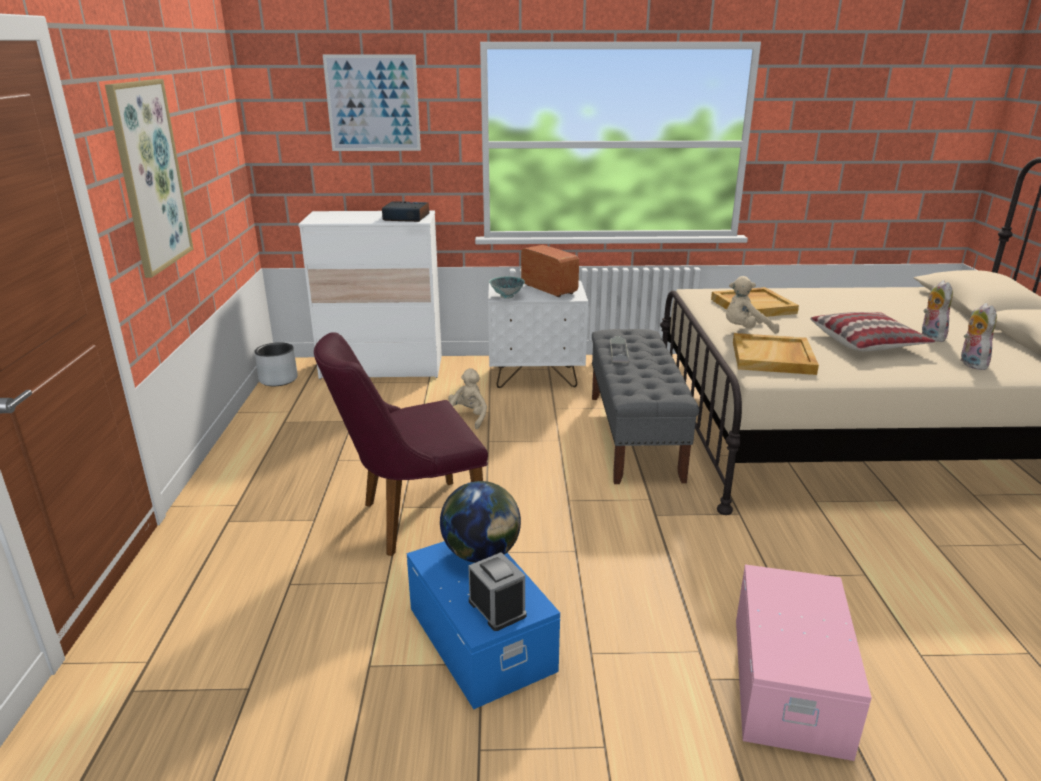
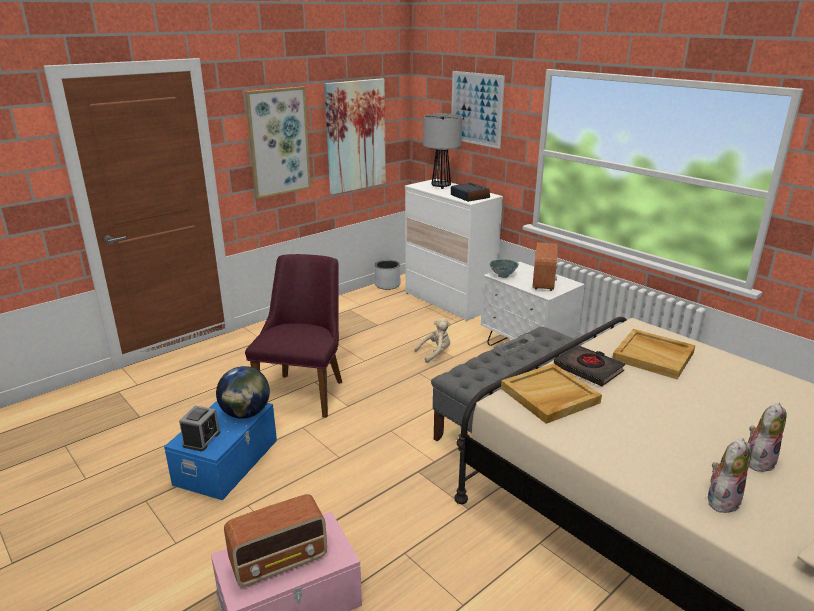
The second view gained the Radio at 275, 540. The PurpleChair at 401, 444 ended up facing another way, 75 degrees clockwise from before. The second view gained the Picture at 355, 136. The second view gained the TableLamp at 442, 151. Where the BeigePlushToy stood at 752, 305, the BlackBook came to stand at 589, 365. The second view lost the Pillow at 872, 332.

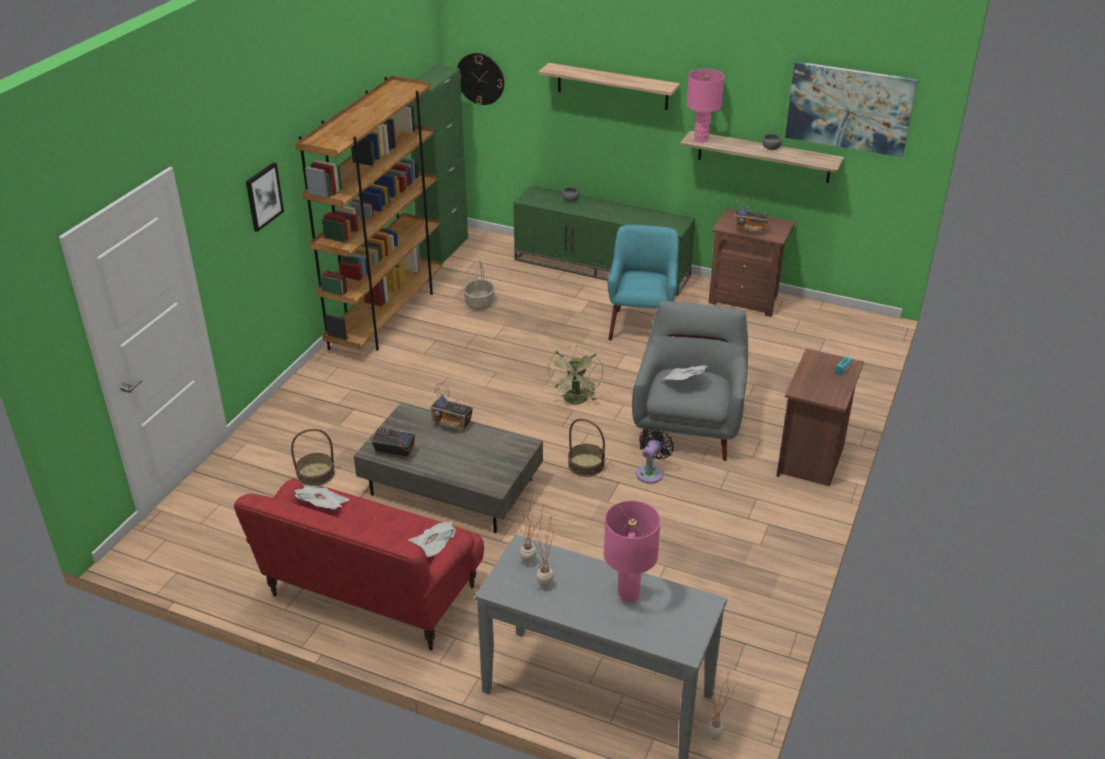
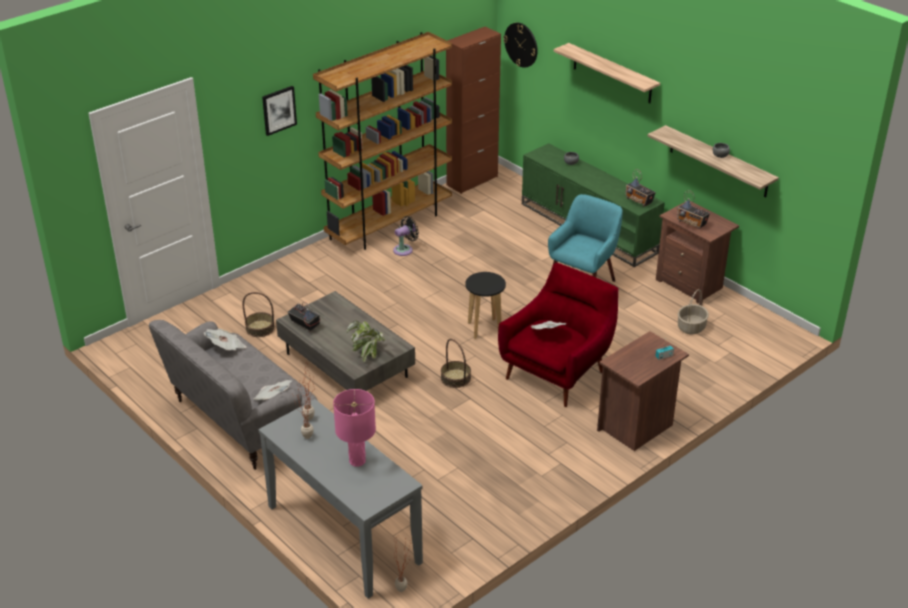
What was the RedSofa at 359, 565 turned into the GreySofa at 233, 395. The second view gained the PottedPlant at 366, 341. The BlackFan ended up elsewhere, having gone from 655, 455 to 406, 236. What was the GreenCabinet at 437, 164 turned into the BrownCabinet at 473, 110. Where the GreenFan stood at 575, 374, the BlackStool came to stand at 485, 305. What was the GreyArmchair at 690, 381 turned into the RedArmchair at 558, 335. The Radio ended up elsewhere, having gone from 451, 407 to 640, 188. The Basket ended up elsewhere, having gone from 479, 285 to 693, 311. The second view lost the PinkTableLamp at 705, 105. The second view lost the Picture at 851, 109.

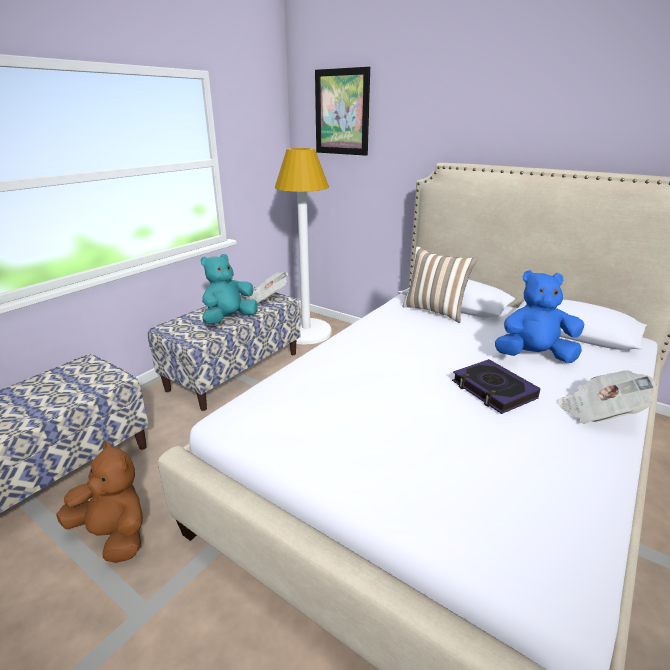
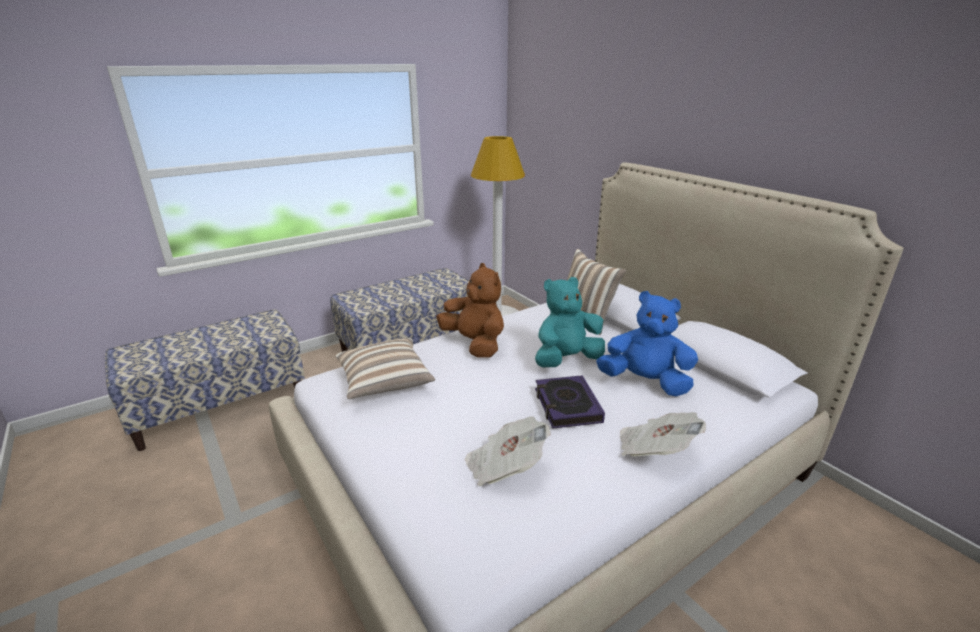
The second view gained the Pillow at 385, 368. The BrownPlushToy ended up elsewhere, having gone from 99, 502 to 470, 310. The Newspaper ended up elsewhere, having gone from 267, 287 to 508, 451. The TurquoisePlushToy ended up elsewhere, having gone from 229, 289 to 570, 322. The second view lost the Picture at 342, 111.

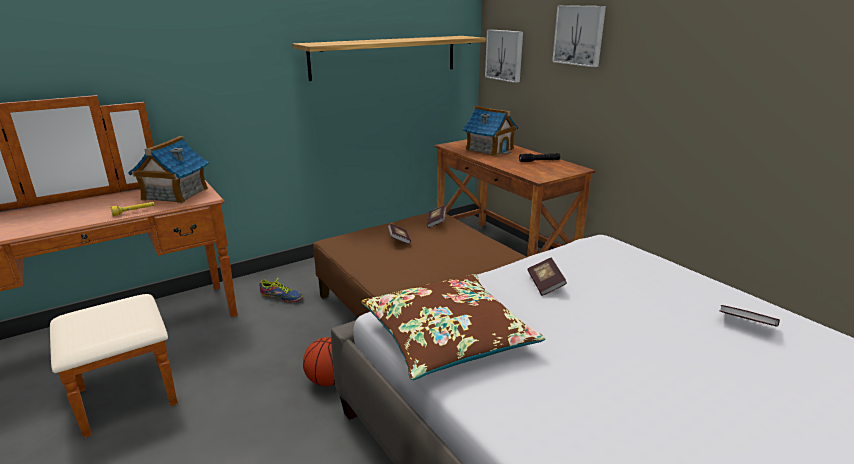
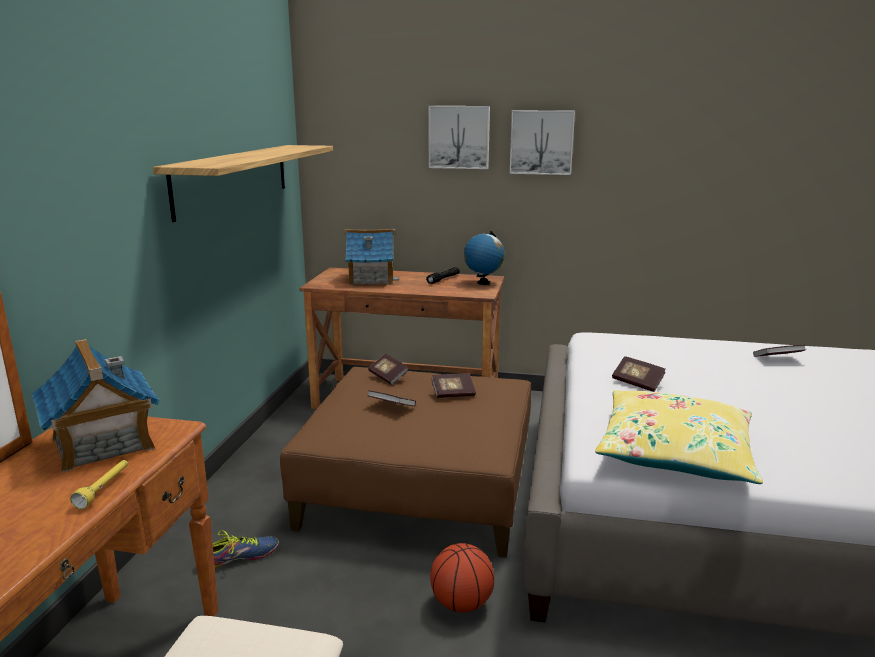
The second view gained the Book at 453, 385. The second view gained the Globe at 484, 258. The Picture ended up elsewhere, having gone from 504, 56 to 542, 142. What was the BrownPillow at 453, 327 turned into the YellowPillow at 679, 437.

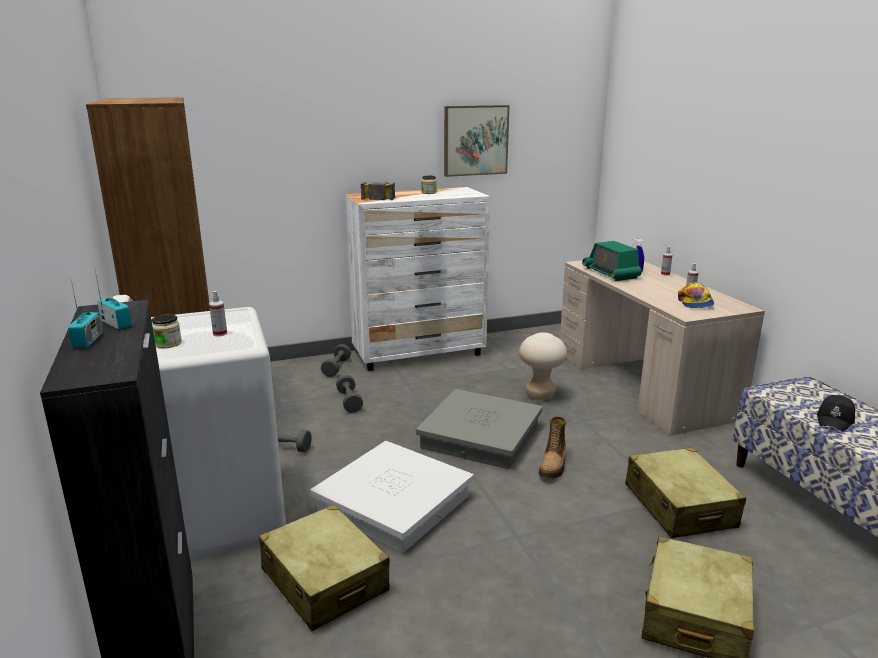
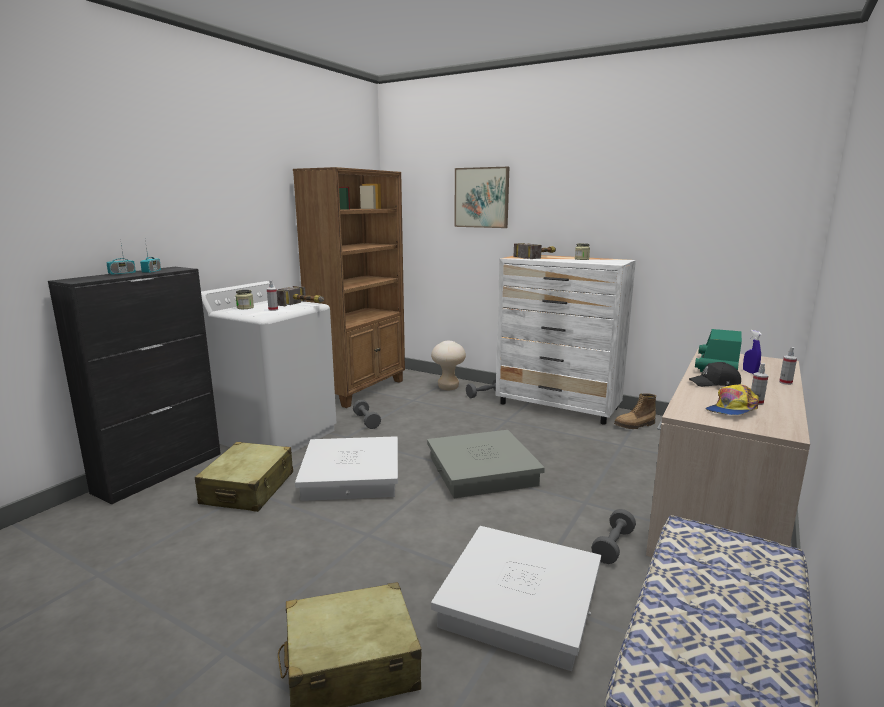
The second view gained the Hammer at 300, 296. The BeigeStool ended up elsewhere, having gone from 543, 366 to 448, 365. Where the BeigeSuitcase stood at 685, 492, the WhiteStorageBox came to stand at 516, 598. The Picture ended up elsewhere, having gone from 477, 141 to 481, 197. The GreyDumbbell ended up elsewhere, having gone from 349, 394 to 613, 536. The Boot ended up elsewhere, having gone from 552, 447 to 635, 411. The BlackCap ended up elsewhere, having gone from 836, 413 to 715, 374.

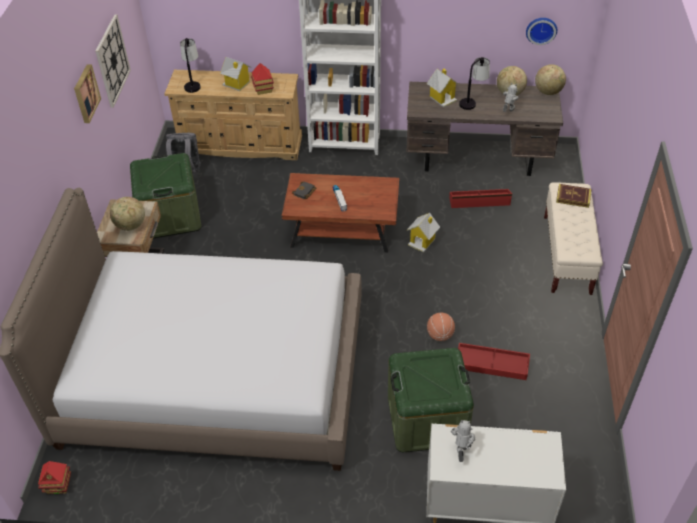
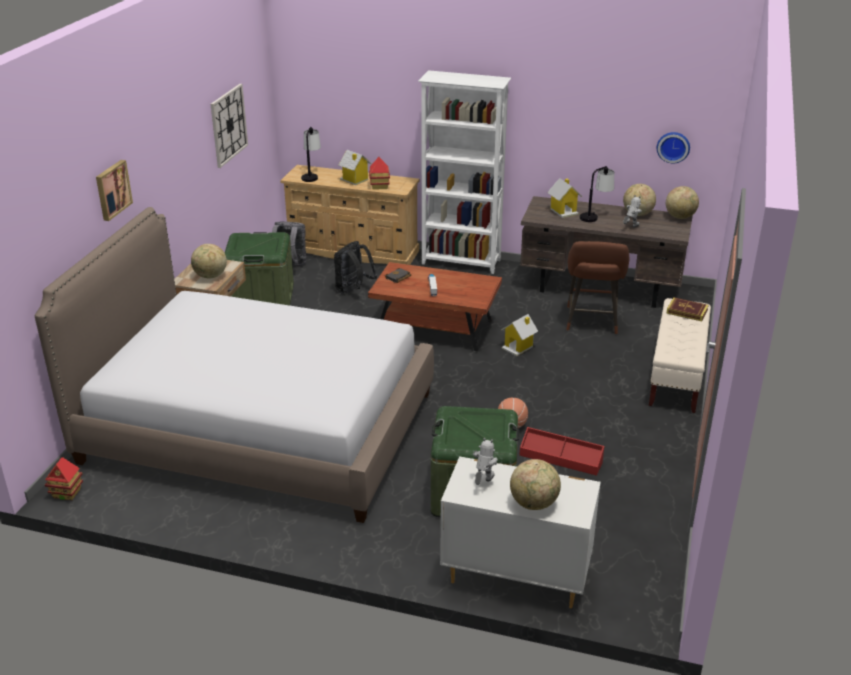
The Picture ended up elsewhere, having gone from 87, 93 to 114, 190. The second view gained the BlackBackpack at 355, 267. The second view gained the Globe at 535, 484. Where the RedStorageBox stood at 480, 198, the BrownStool came to stand at 597, 287.

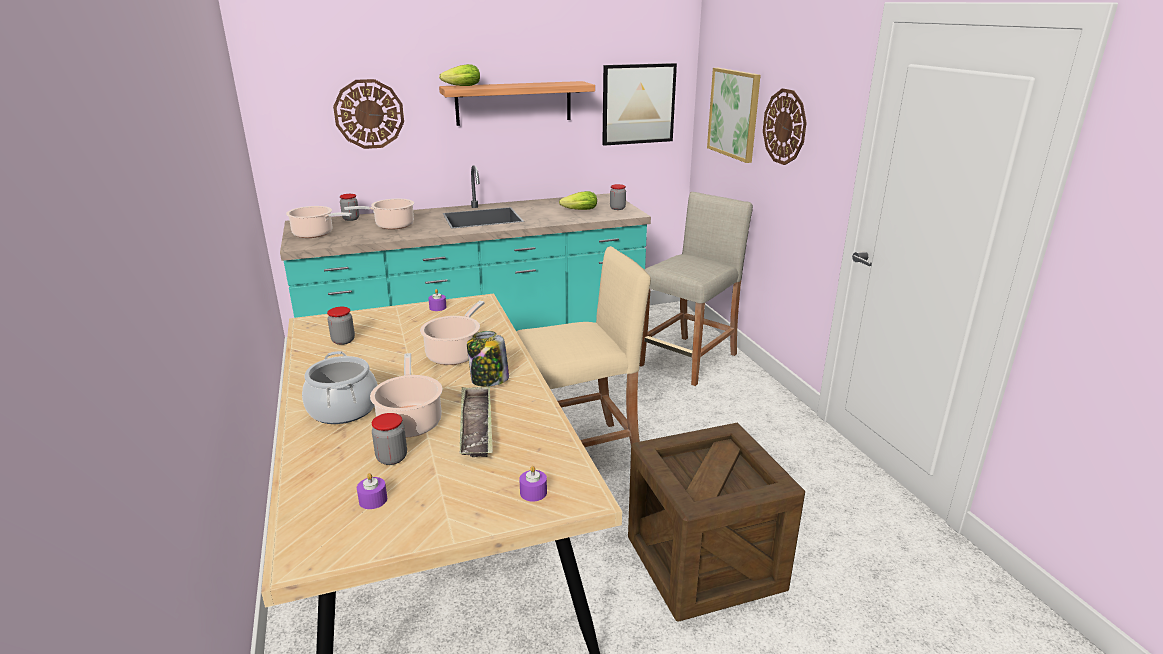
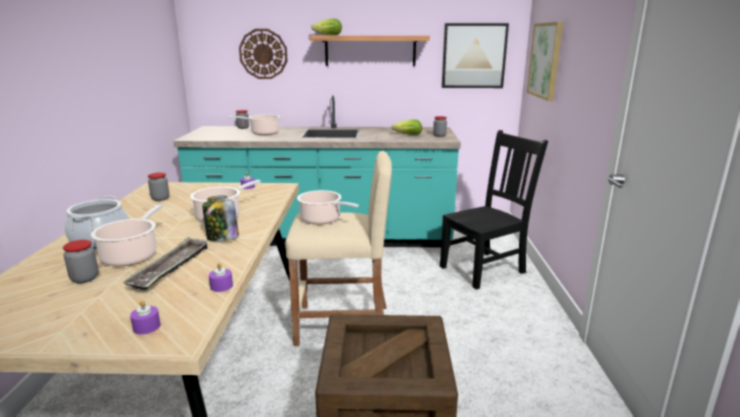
The PurpleCandle ended up elsewhere, having gone from 372, 491 to 221, 277. The CookingPot ended up elsewhere, having gone from 319, 222 to 328, 207. Where the BeigeStool stood at 696, 289, the BlackChair came to stand at 494, 210. The second view lost the WallClock at 785, 126.

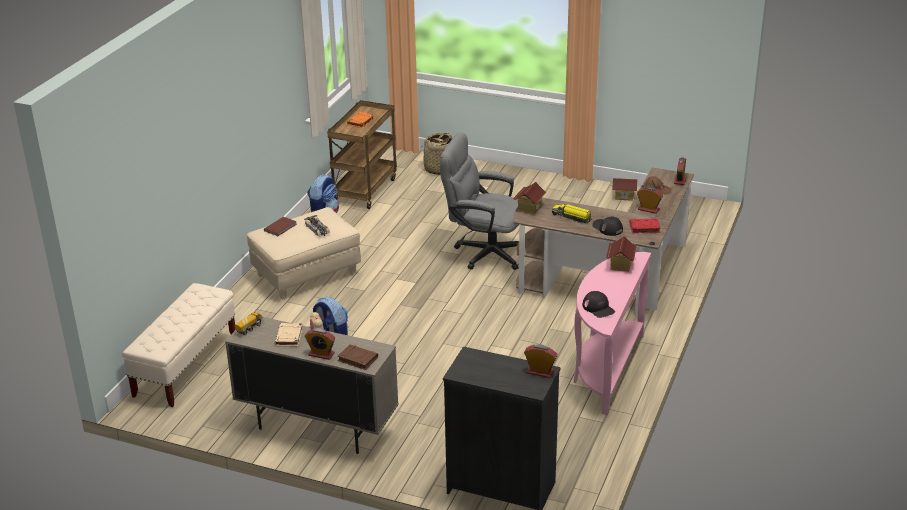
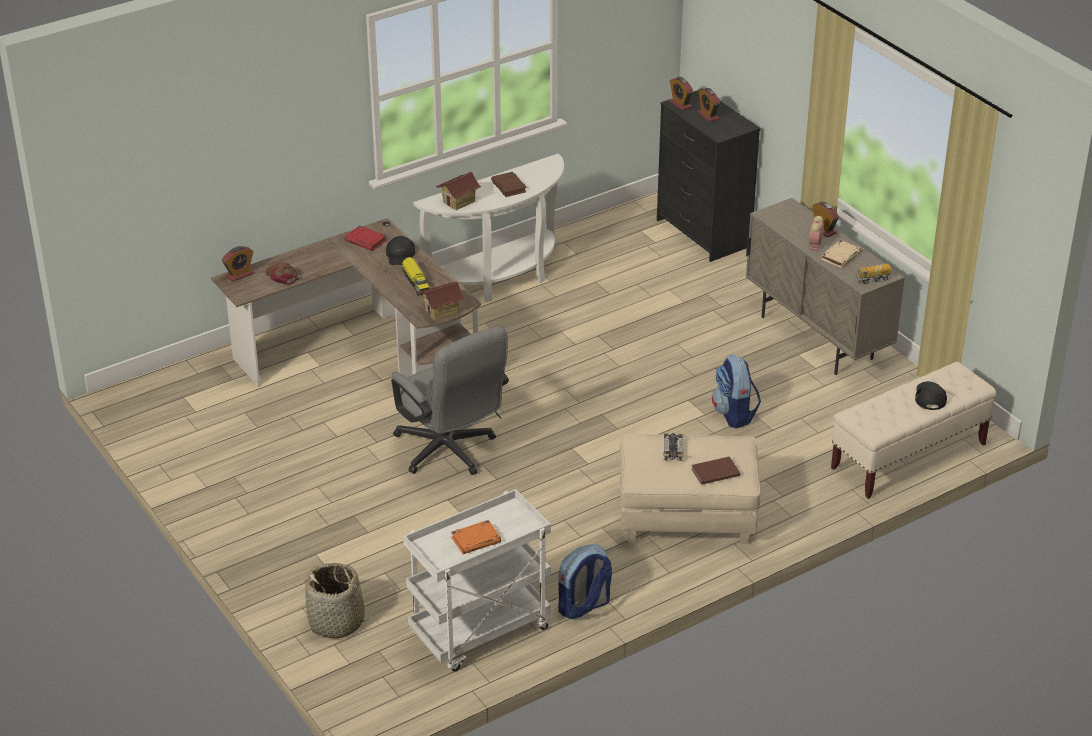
What was the BrownCart at 362, 154 turned into the WhiteCart at 477, 580. What was the PinkConsoleTable at 612, 333 turned into the WhiteConsoleTable at 488, 228. The BrownBook ended up elsewhere, having gone from 357, 357 to 509, 184. The AlarmClock ended up elsewhere, having gone from 650, 200 to 708, 105. The BlackCap ended up elsewhere, having gone from 599, 304 to 931, 395. The second view lost the ToyHouse at 625, 189.

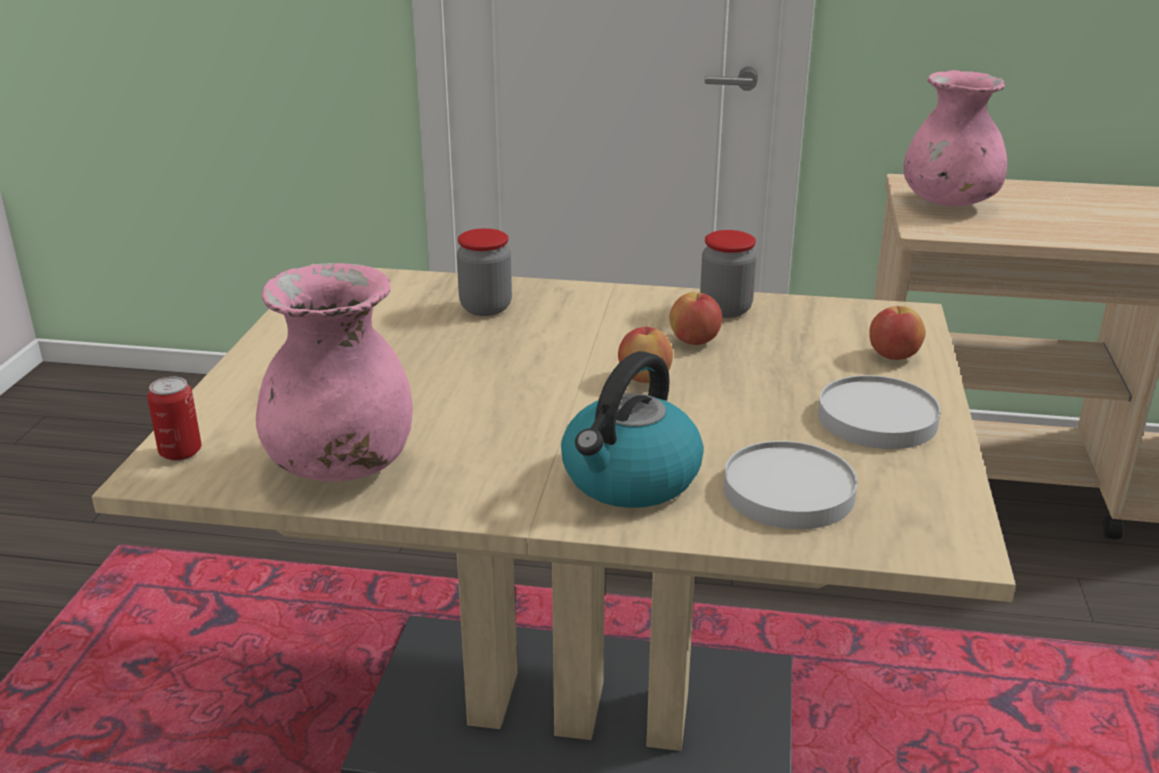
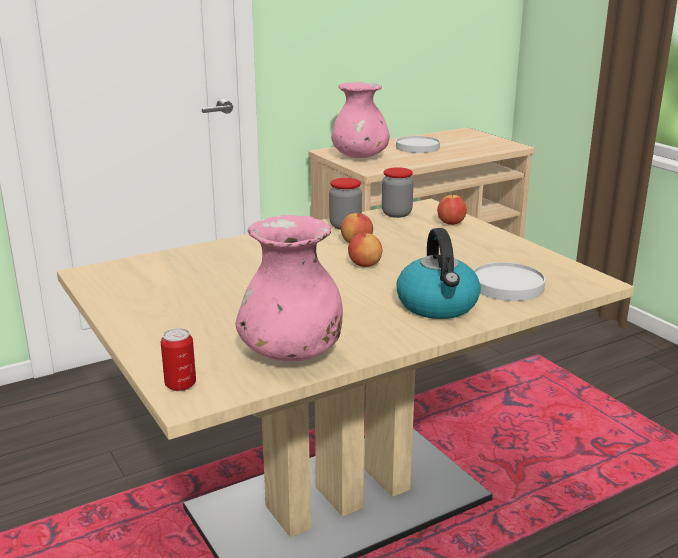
The Jar ended up elsewhere, having gone from 484, 272 to 398, 192. The WhitePlate ended up elsewhere, having gone from 879, 412 to 418, 144.

